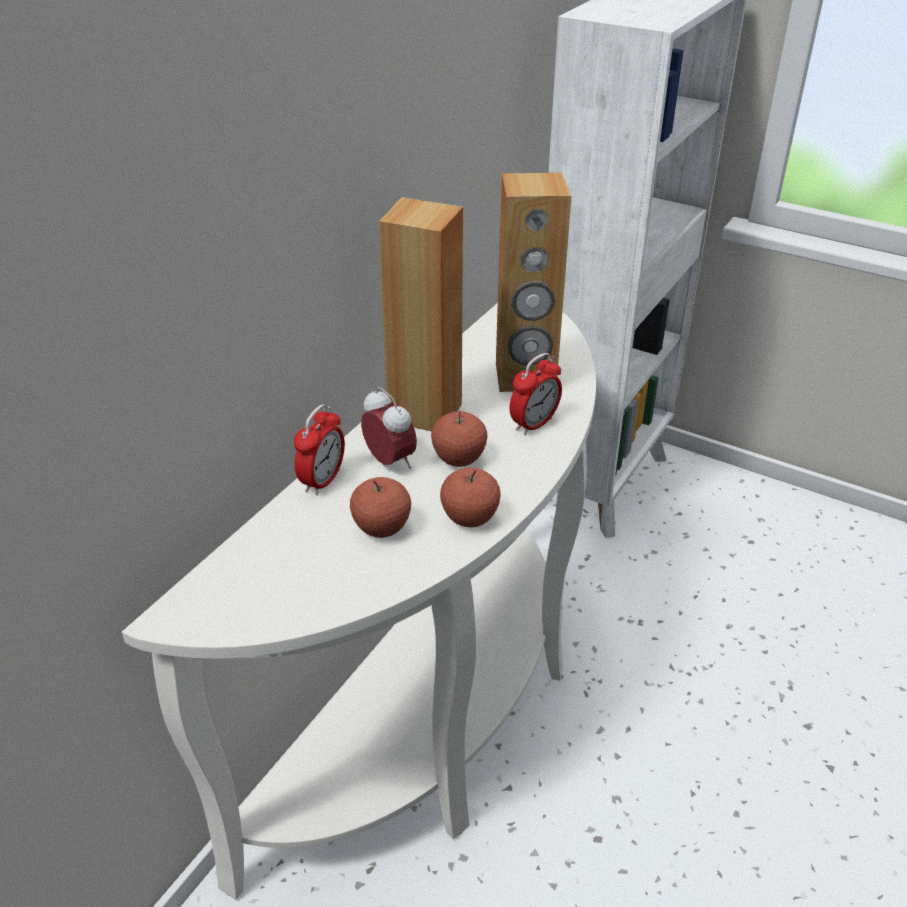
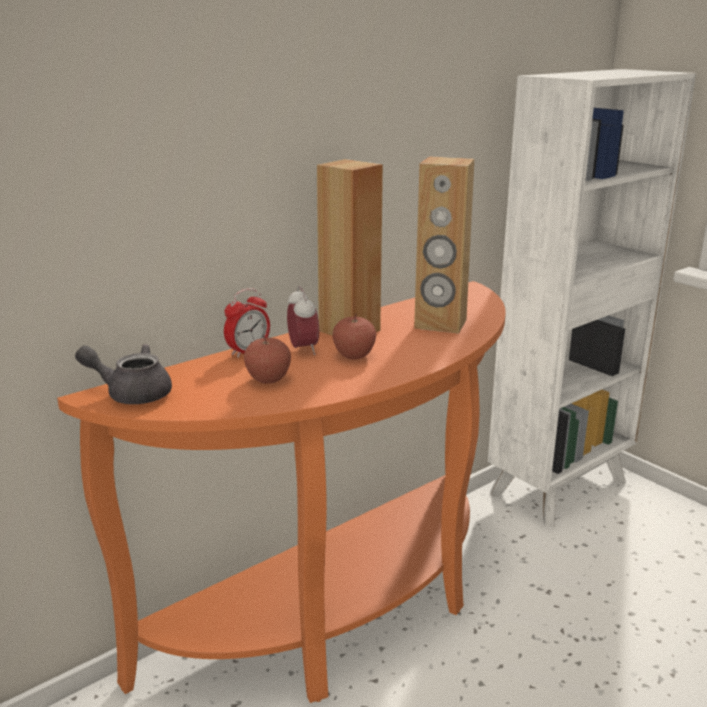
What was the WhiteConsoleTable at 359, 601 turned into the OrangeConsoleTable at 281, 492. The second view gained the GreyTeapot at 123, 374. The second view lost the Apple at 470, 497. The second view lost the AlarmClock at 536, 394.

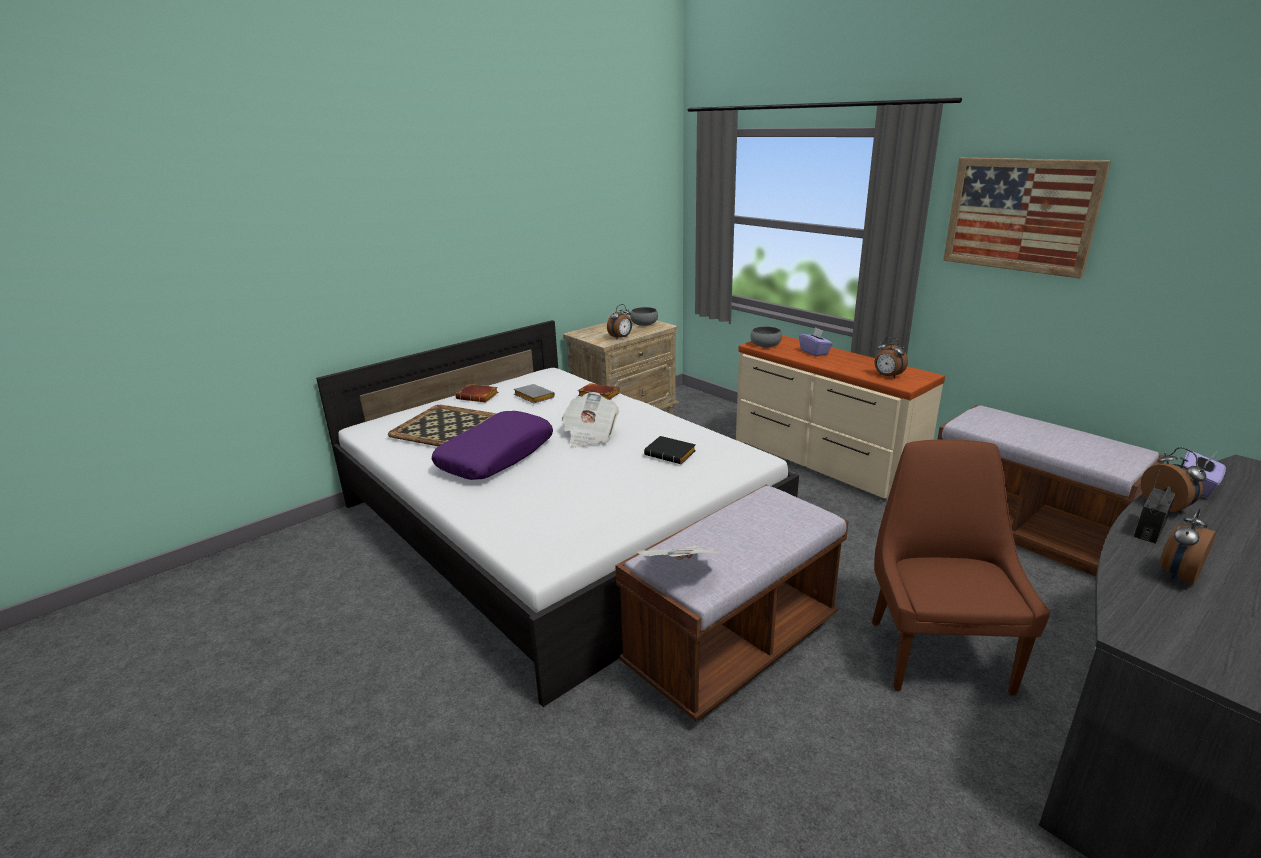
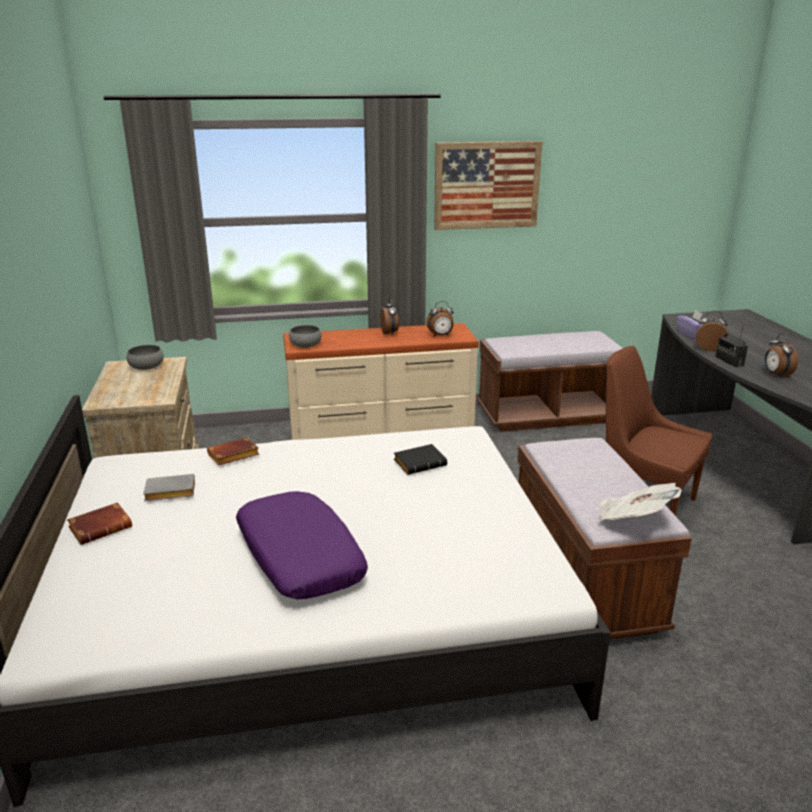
The AlarmClock ended up elsewhere, having gone from 619, 322 to 390, 317. The second view lost the Tray at 442, 425. The second view lost the Newspaper at 590, 419. The second view lost the PurpleTissueBox at 816, 342.

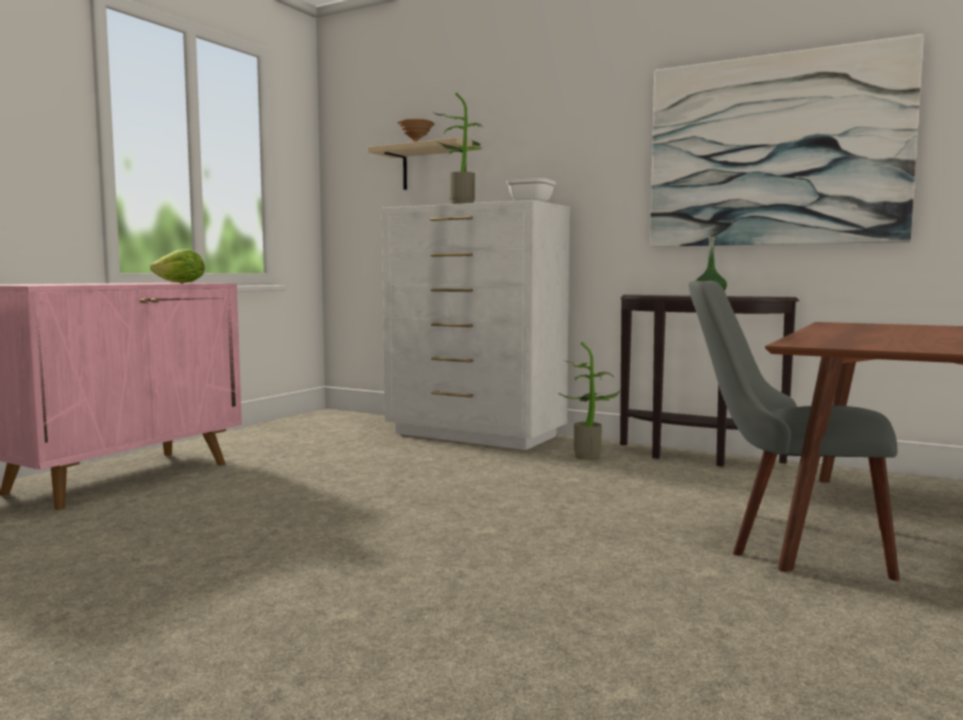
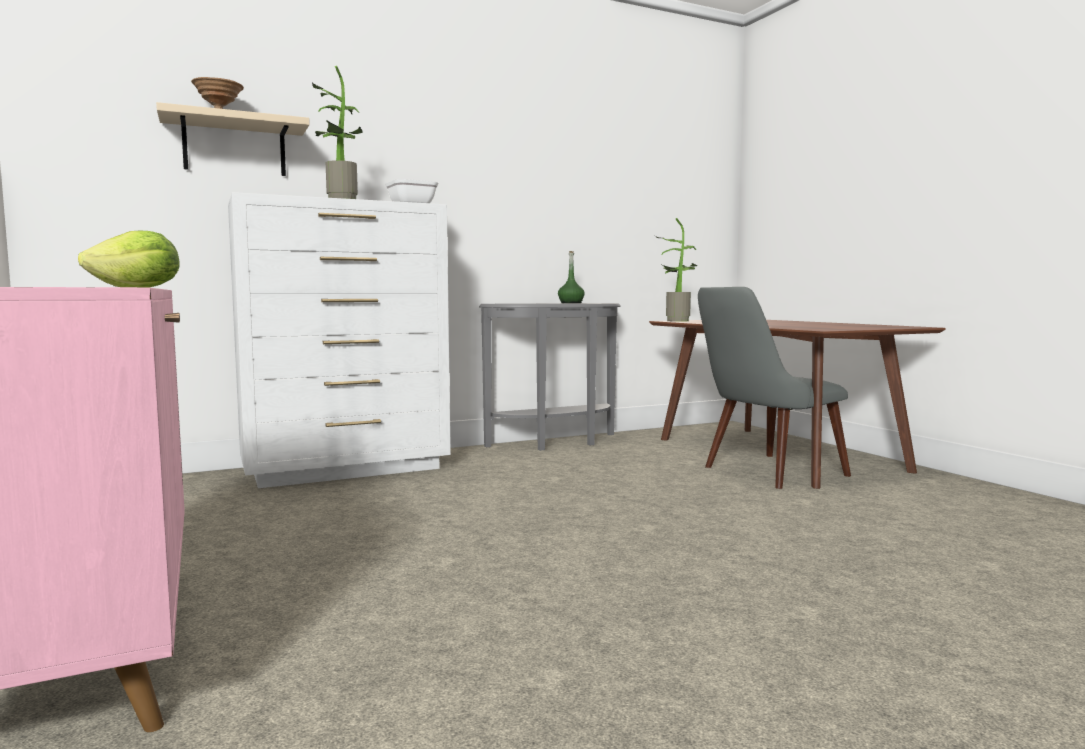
What was the BrownConsoleTable at 710, 381 turned into the GreyConsoleTable at 550, 377. The PottedPlant ended up elsewhere, having gone from 589, 401 to 676, 270. The second view lost the Picture at 787, 140.

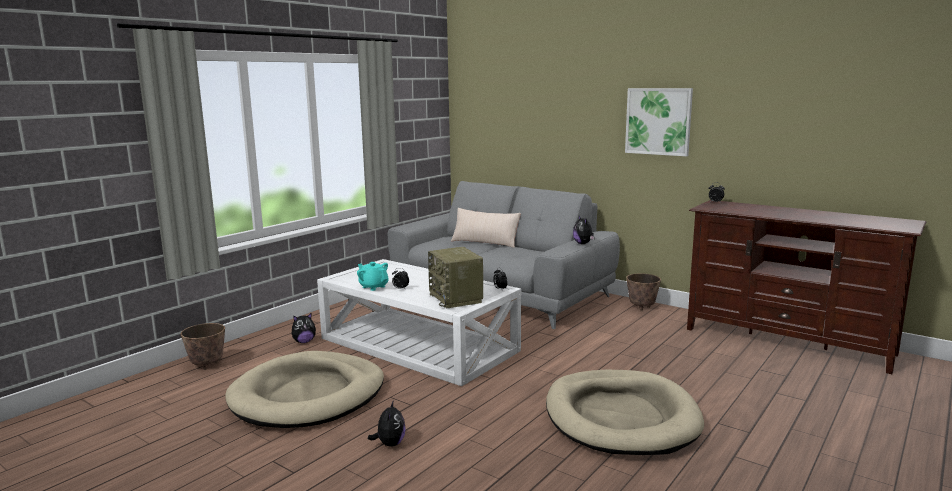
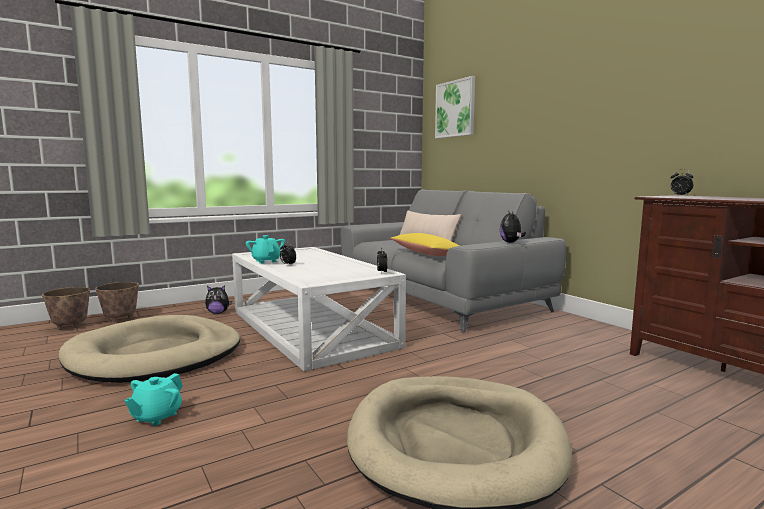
The Planter ended up elsewhere, having gone from 643, 291 to 66, 308. Where the PlushToy stood at 387, 423, the TurquoiseTeapot came to stand at 154, 399. The second view gained the YellowPillow at 424, 244. The Picture ended up elsewhere, having gone from 659, 122 to 455, 107. The second view lost the Radio at 455, 277.

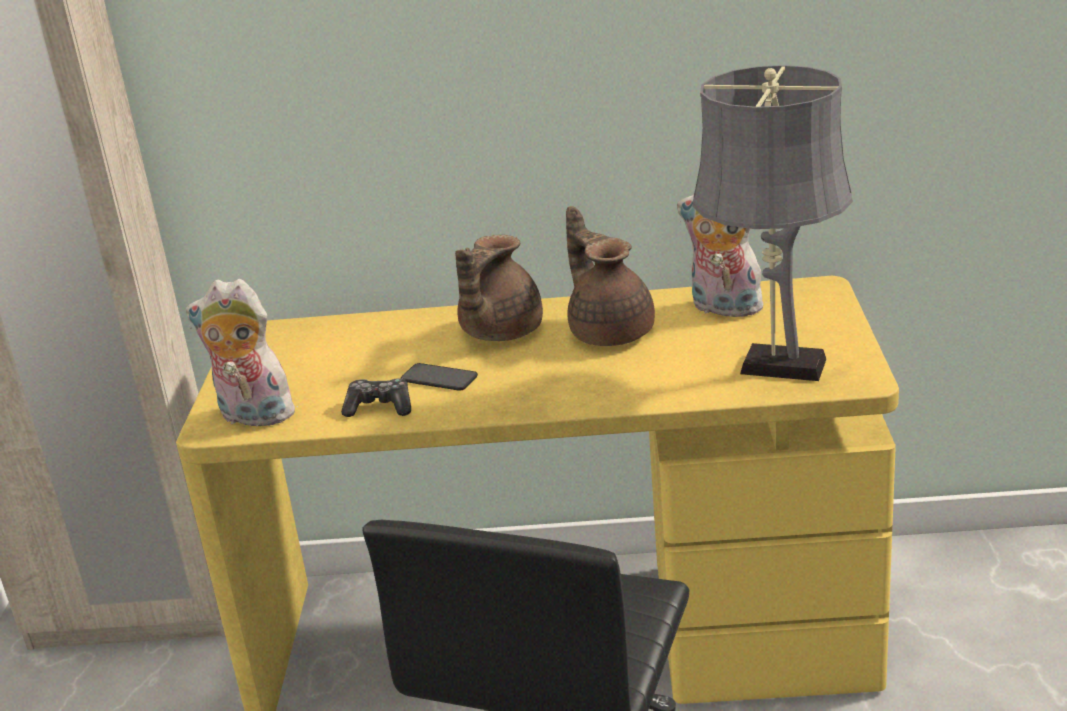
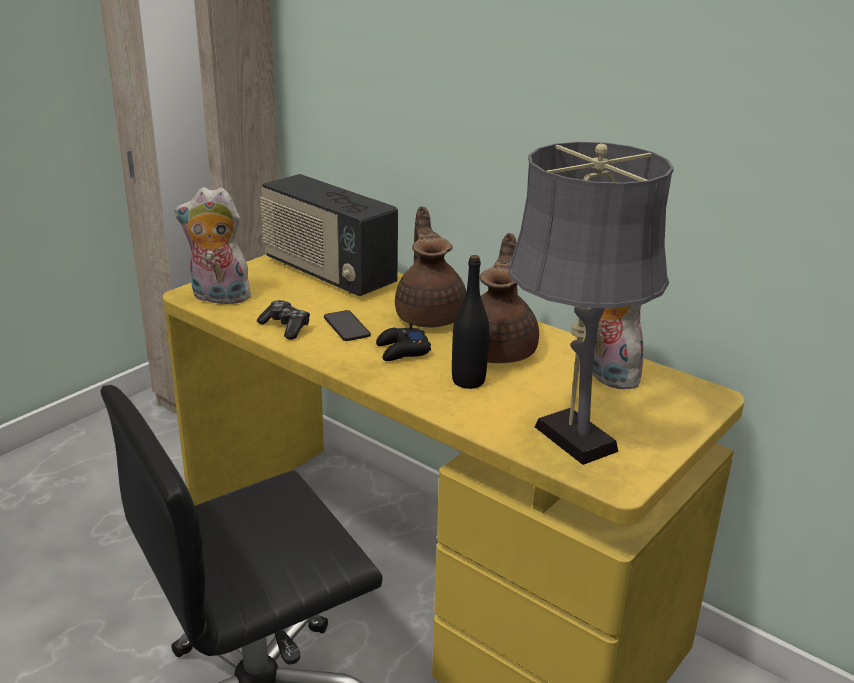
The PlushToy at 243, 353 ended up facing another way, 45 degrees counterclockwise from before. The second view gained the Radio at 329, 235. The second view gained the BlackGameController at 403, 342. The BrownTeapot at 499, 288 ended up facing another way, 105 degrees clockwise from before. The second view gained the BlackBottle at 470, 322.

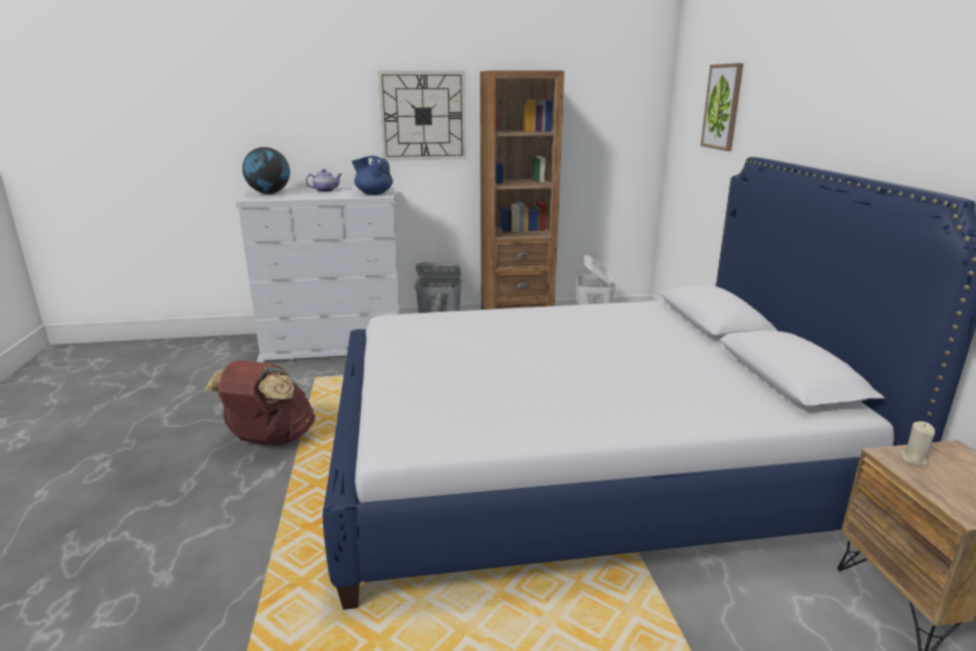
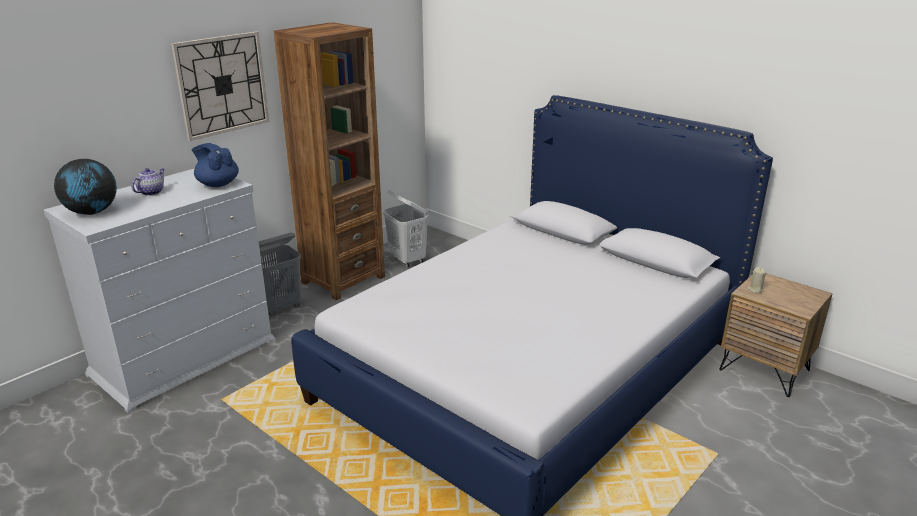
The BlueTeapot at 372, 175 ended up facing another way, 45 degrees clockwise from before. The second view lost the BrownBackpack at 259, 403. The second view lost the Picture at 722, 107.

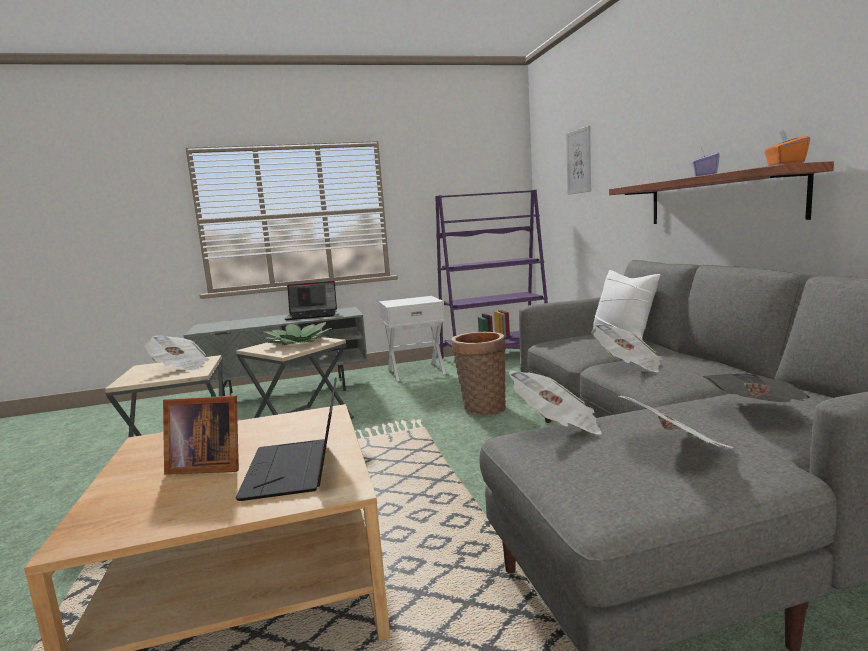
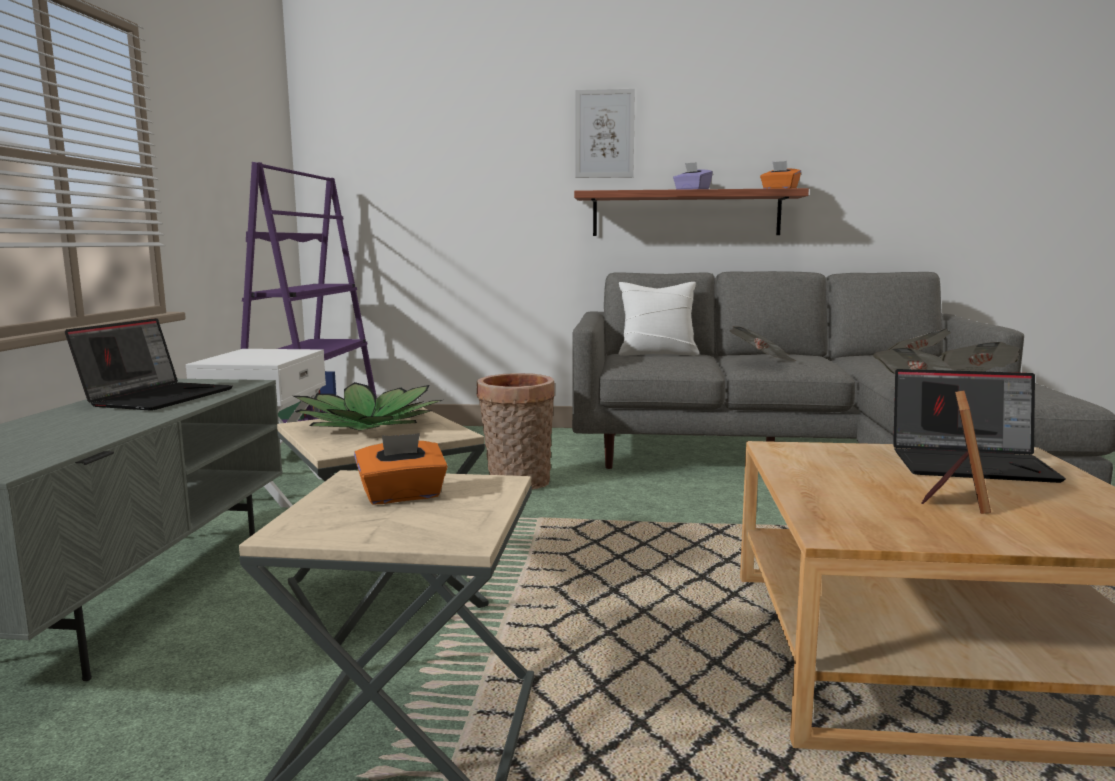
Where the Newspaper stood at 177, 353, the OrangeTissueBox came to stand at 401, 469. The Picture ended up elsewhere, having gone from 578, 160 to 605, 133.

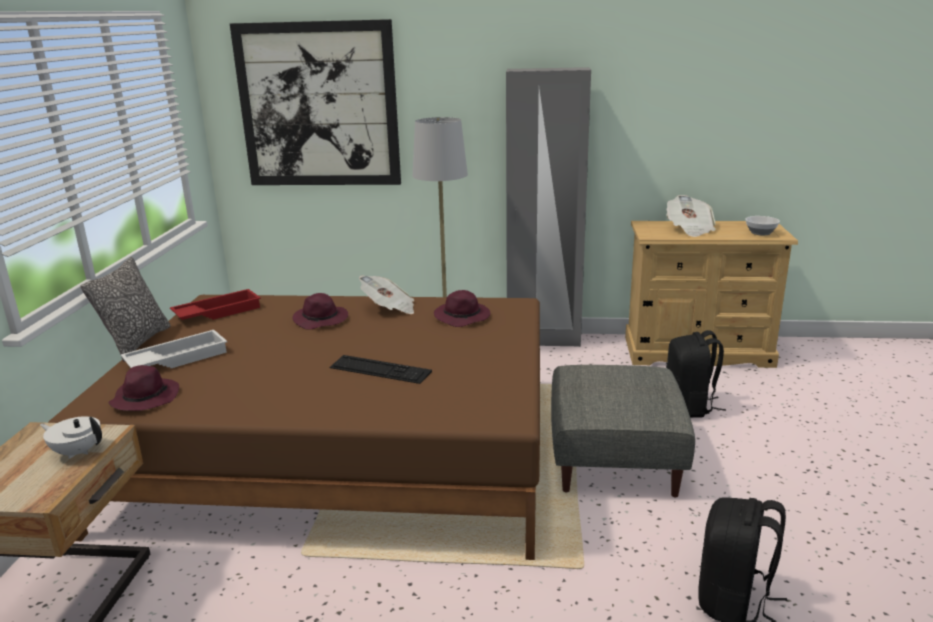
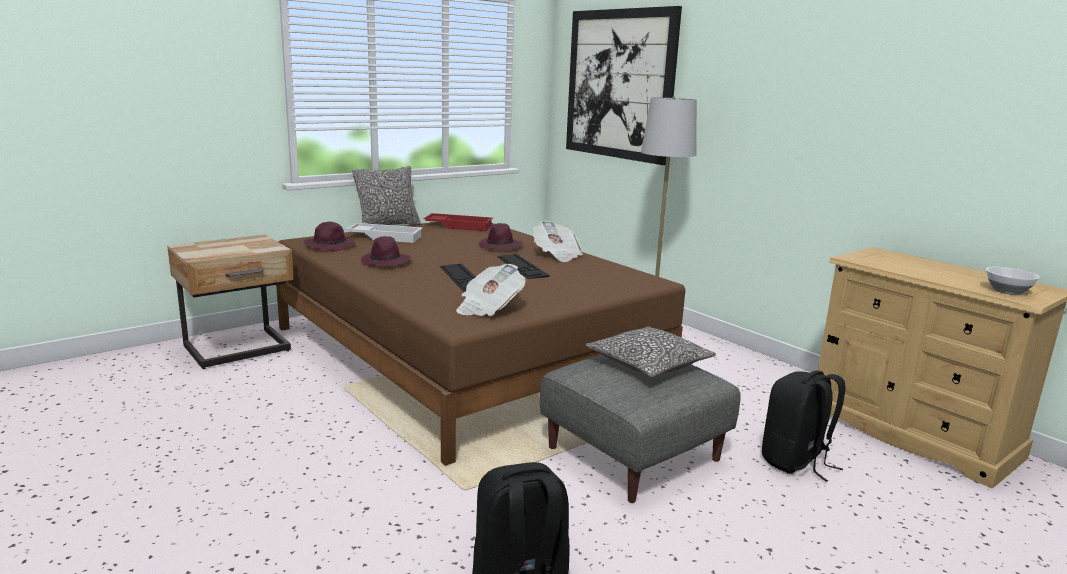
The PurpleHat ended up elsewhere, having gone from 462, 308 to 386, 251. The Newspaper ended up elsewhere, having gone from 691, 216 to 491, 290. The second view gained the Keyboard at 523, 266. The second view gained the Pillow at 650, 351. The second view lost the WhiteTeapot at 71, 437. The second view lost the GreyWardrobe at 548, 207.

